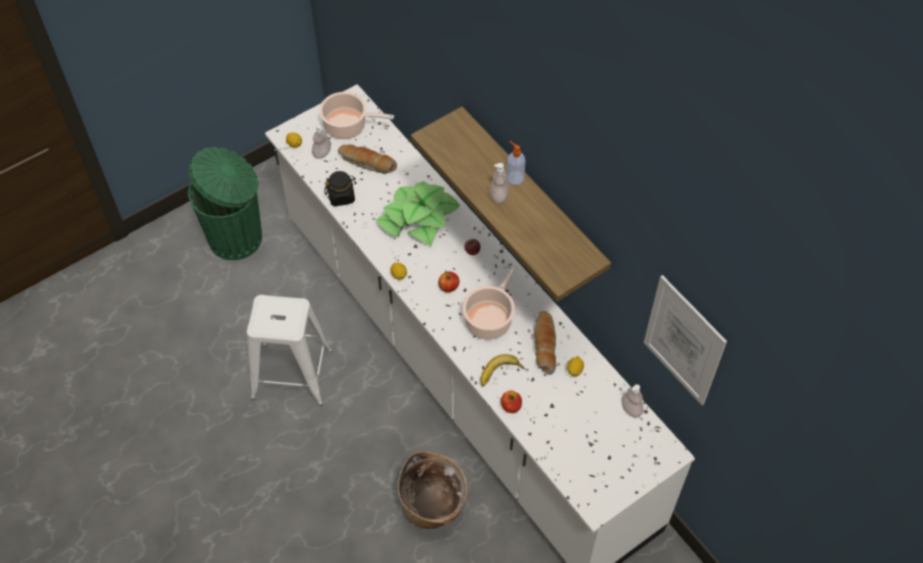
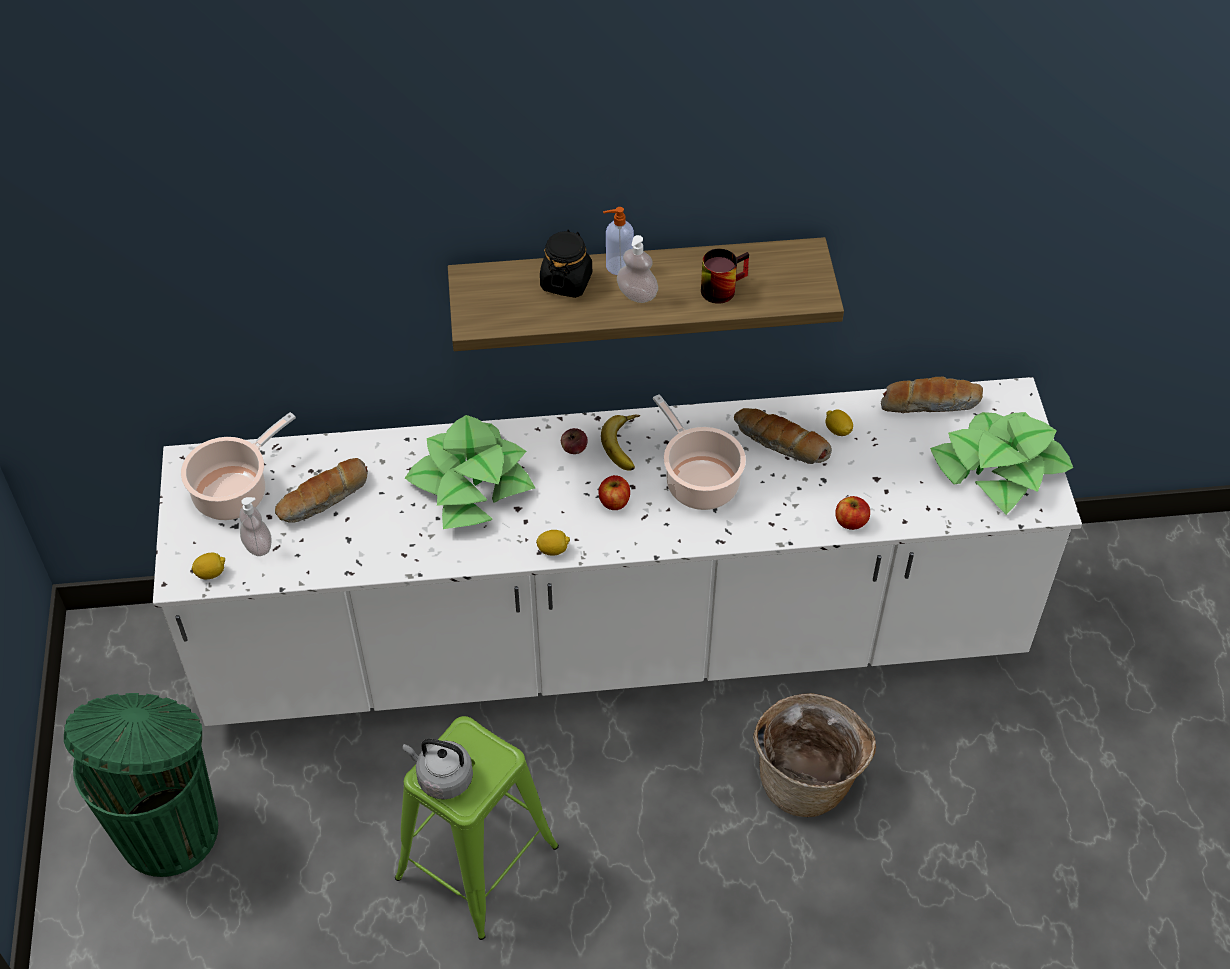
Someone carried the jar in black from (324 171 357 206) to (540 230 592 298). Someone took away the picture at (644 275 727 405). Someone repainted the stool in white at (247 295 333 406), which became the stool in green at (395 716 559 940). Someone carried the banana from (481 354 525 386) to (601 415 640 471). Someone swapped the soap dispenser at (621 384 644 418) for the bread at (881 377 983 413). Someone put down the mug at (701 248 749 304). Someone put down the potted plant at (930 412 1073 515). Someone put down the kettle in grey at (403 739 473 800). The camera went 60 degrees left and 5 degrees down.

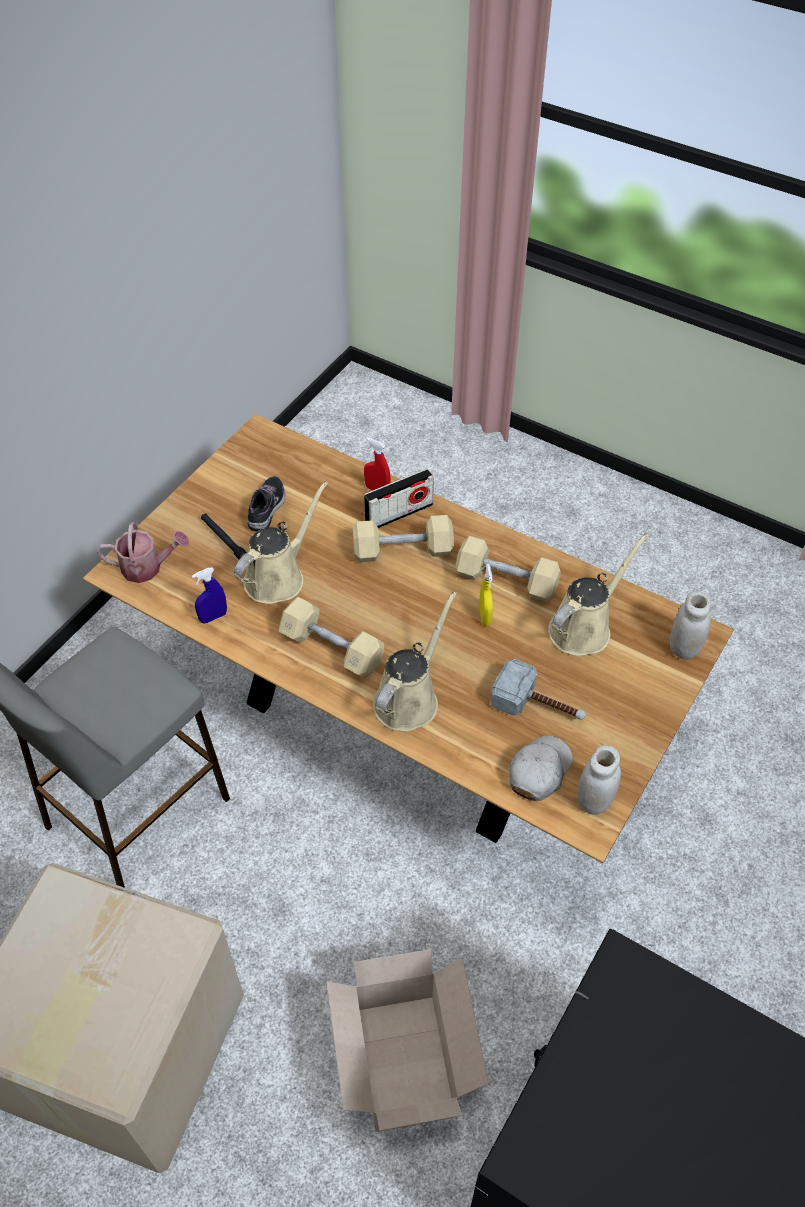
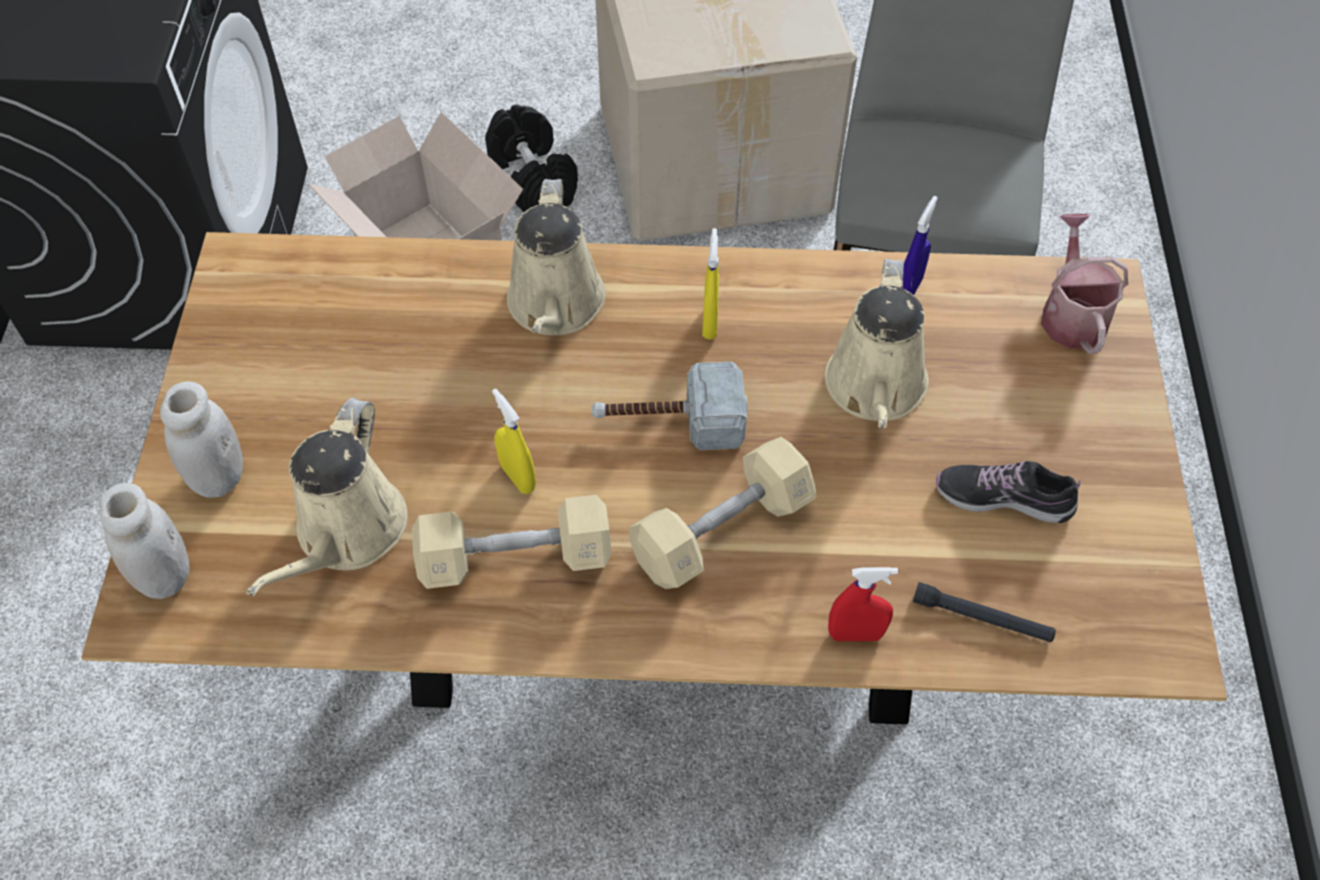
Someone took away the radio at (364 469 434 528). Someone rotated the shoe at (248 476 285 531) by 120 degrees clockwise. Someone carried the flashlight in black from (201 513 247 559) to (913 582 1056 642). Someone rotated the watering can at (96 522 189 583) by 120 degrees clockwise. Someone swapped the dumbbell in beige at (279 597 384 678) for the spray bottle in yellow at (702 228 719 340). Someone carried the hammer from (491 659 586 720) to (591 362 748 450). Someone took away the cap in white at (509 736 573 801). Someone carried the jar in white from (577 745 621 815) to (160 382 243 498). Someone put down the dumbbell in black at (485 104 578 212). The camera went 150 degrees right and 5 degrees up.

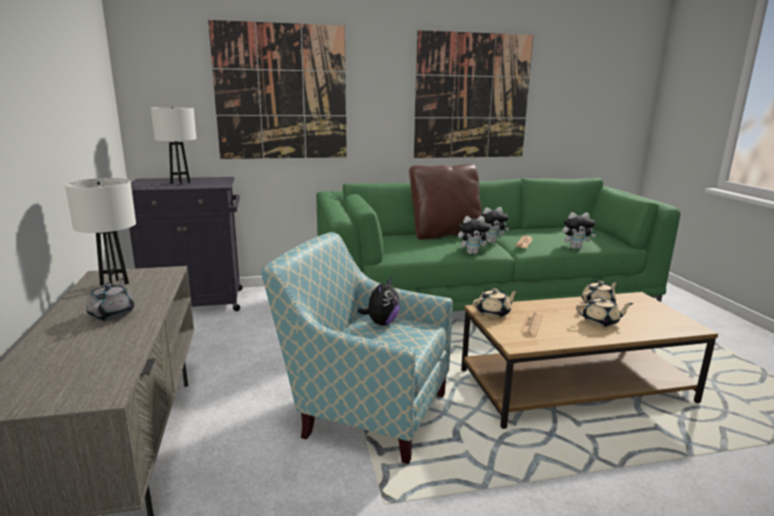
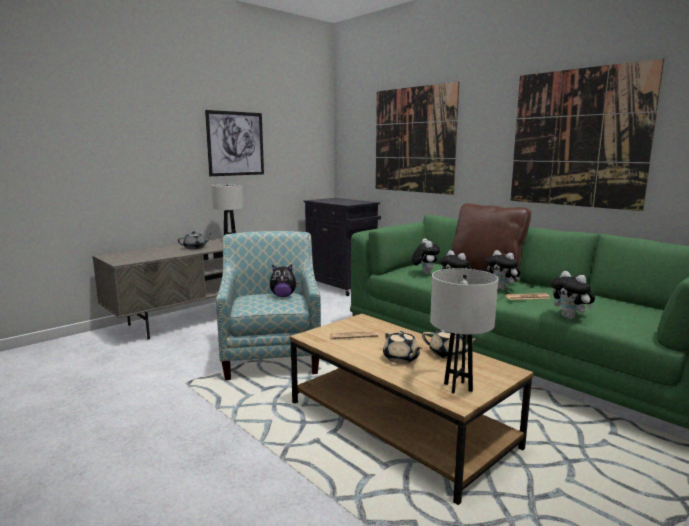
Someone carried the table lamp in white from (151 107 196 185) to (430 269 498 394). Someone took away the teapot in beige at (473 288 519 318). Someone put up the picture at (205 110 264 176). Someone put down the plush toy at (412 239 440 274). The camera went 60 degrees right and 5 degrees down.

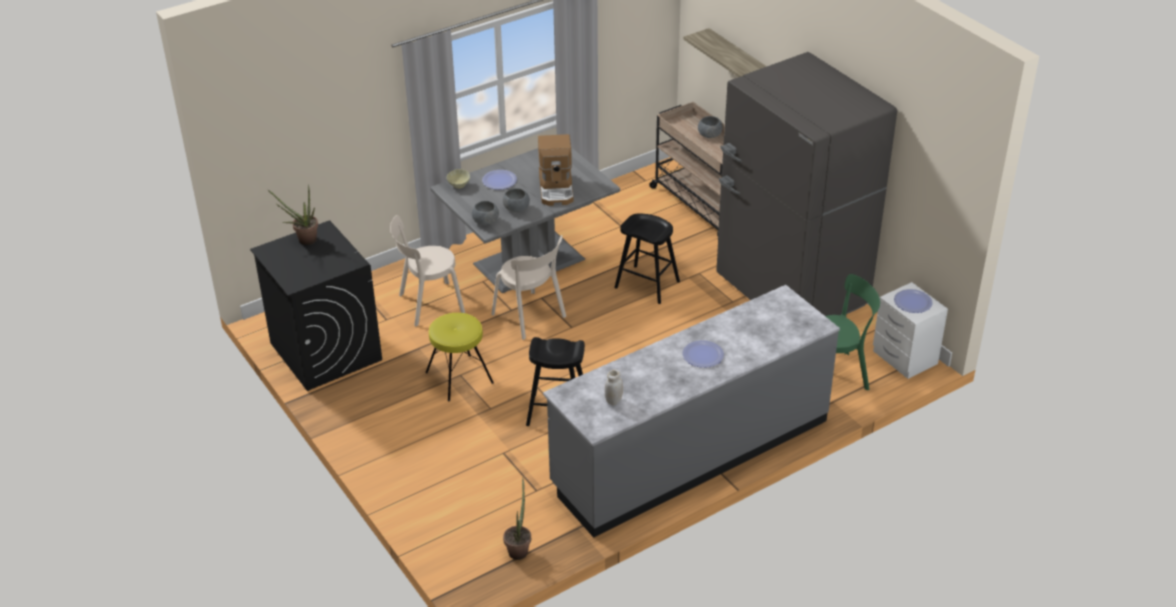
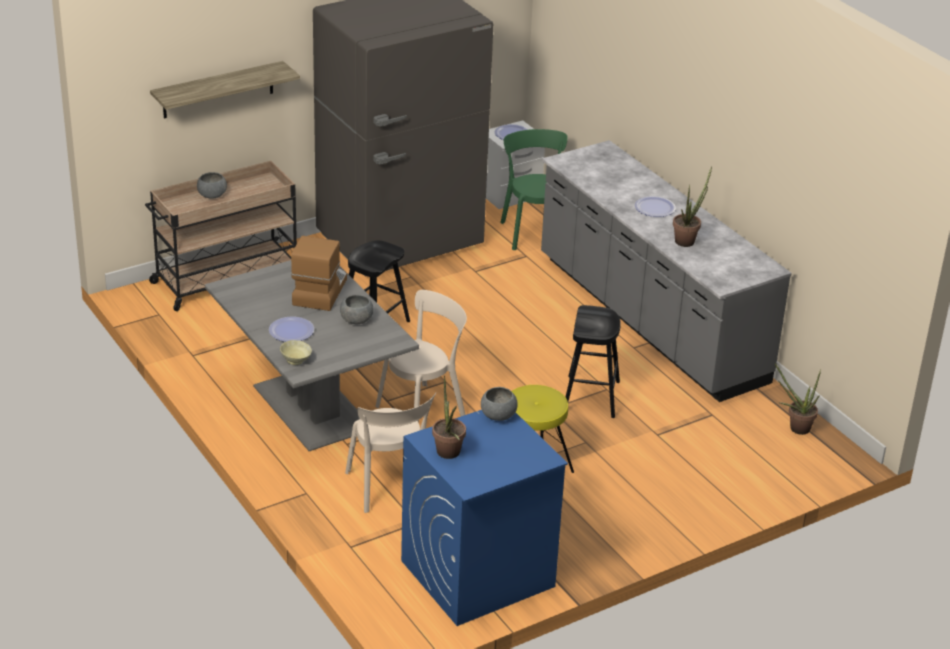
Someone rotated the coffee machine at (538 134 573 206) by 75 degrees counterclockwise. Someone carried the bowl in grey from (472 201 499 225) to (481 387 518 421). Someone repainted the washing machine in black at (250 220 382 391), which became the washing machine in blue at (401 410 568 626). Someone took away the jar in white at (605 369 623 405). Someone put down the potted plant at (673 166 712 247). The camera went 90 degrees left and 5 degrees down.

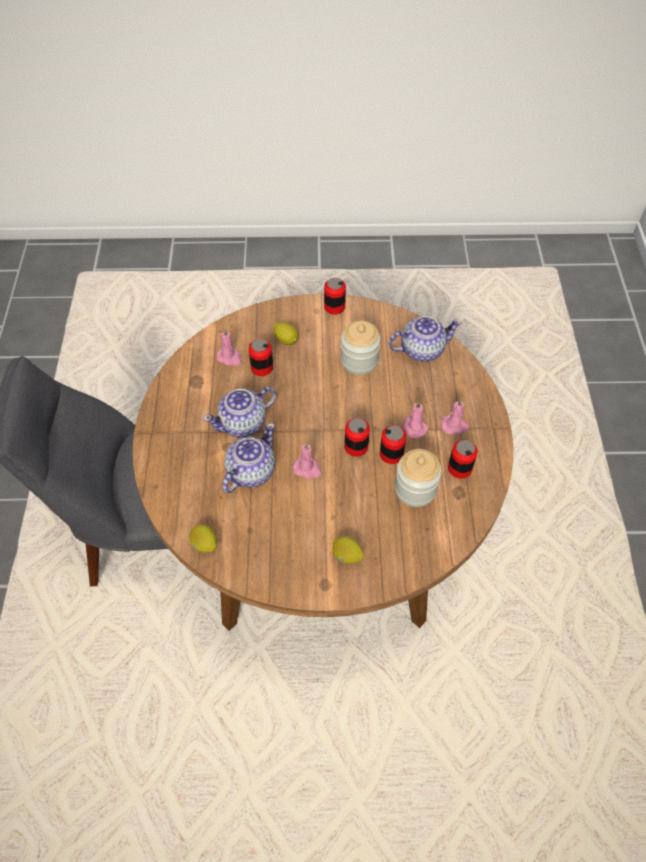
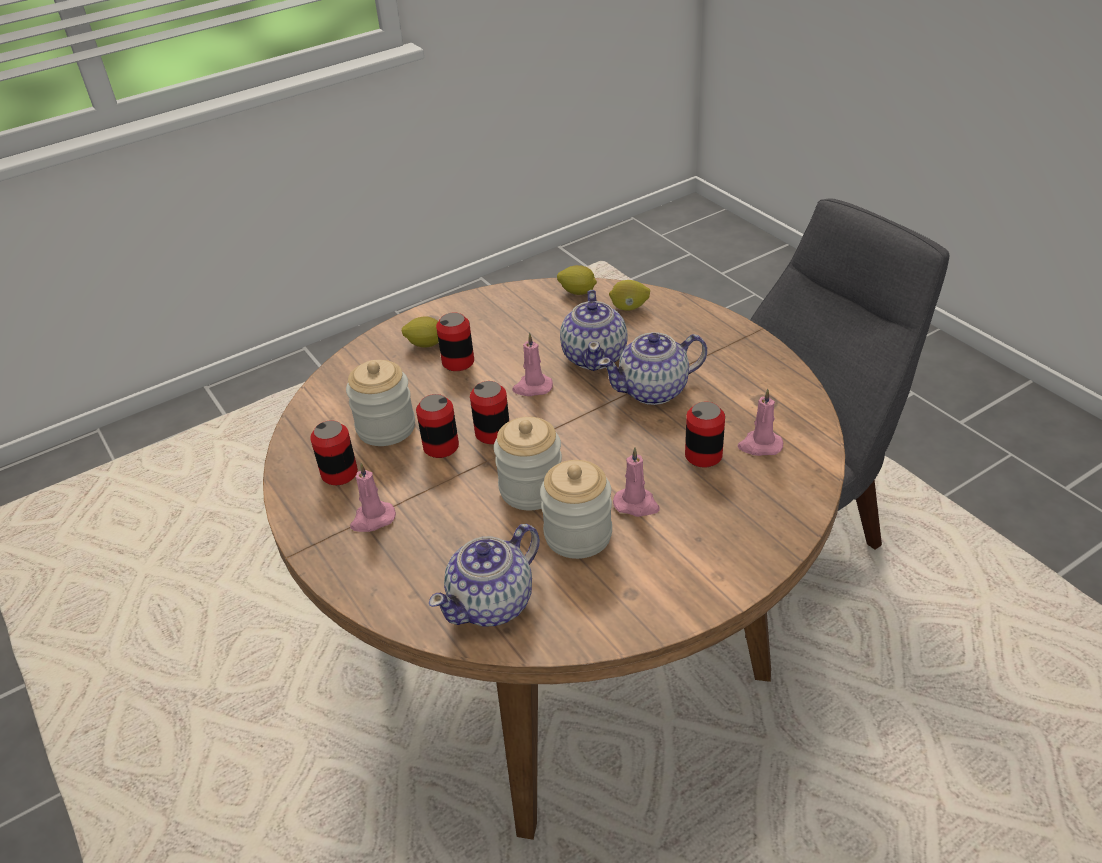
Someone carried the can from (324 278 346 315) to (436 313 474 371). Someone carried the lemon from (273 322 298 345) to (609 280 650 311). Someone rotated the teapot at (203 387 276 438) by 135 degrees counterclockwise. Someone carried the candle in pink from (402 401 428 439) to (613 447 660 517). Someone put down the jar at (494 417 562 510). The camera went 150 degrees right and 15 degrees down.

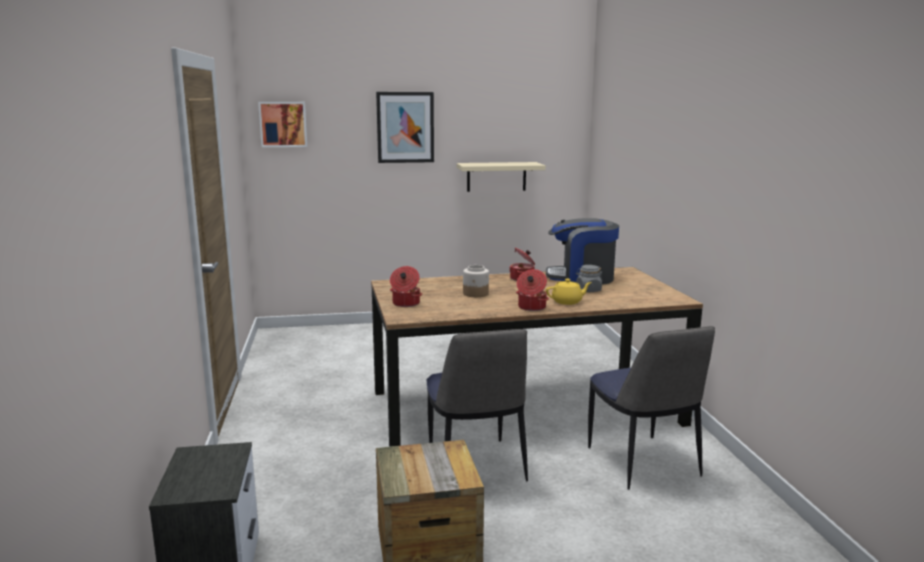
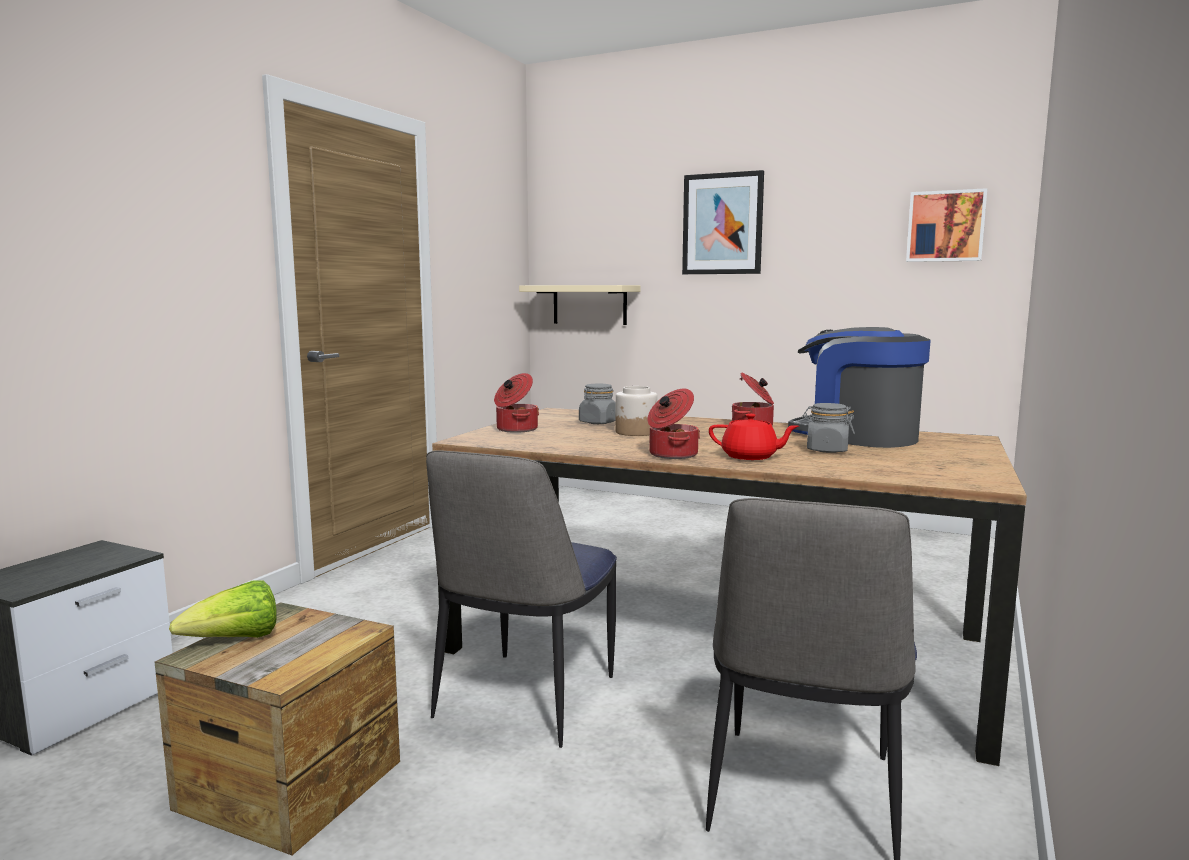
Someone carried the picture from (258 102 307 147) to (906 188 987 262). Someone carried the shelf in beige from (457 162 546 192) to (519 285 641 325). Someone repainted the teapot in yellow at (546 279 592 305), which became the teapot in red at (709 414 799 460). Someone put down the jar in grey at (579 384 616 424). Someone put down the lettuce at (169 580 277 638). The camera went 35 degrees right and 5 degrees down.

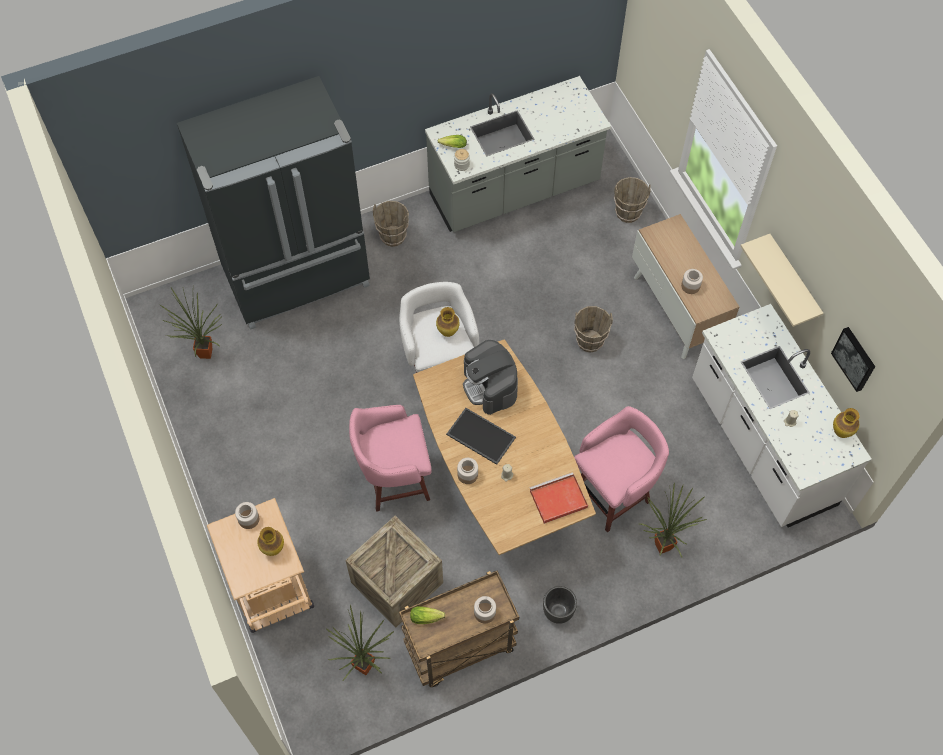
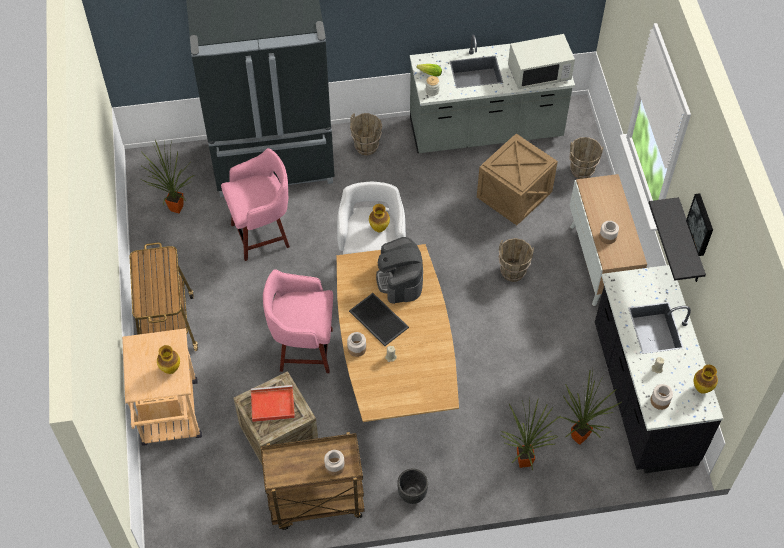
Someone repainted the shelf in beige at (740 234 823 327), which became the shelf in black at (649 197 706 282). Someone repainted the counter in white at (692 304 872 527), which became the counter in black at (595 265 723 473). Someone carried the picture from (831 327 875 392) to (686 193 713 256). Someone carried the stool in pink from (574 406 669 532) to (221 148 290 261). Someone carried the tray in red from (530 472 588 524) to (251 385 295 422). Someone carried the jar from (235 502 259 529) to (650 384 673 410). Someone carried the potted plant from (325 605 394 681) to (556 369 621 445). Someone took away the lettuce at (410 606 445 624). Someone put down the microwave in white at (508 34 575 90). Someone put down the crate at (477 134 558 225). Someone put down the cart at (129 242 198 351). The camera went 15 degrees right and 5 degrees down.

